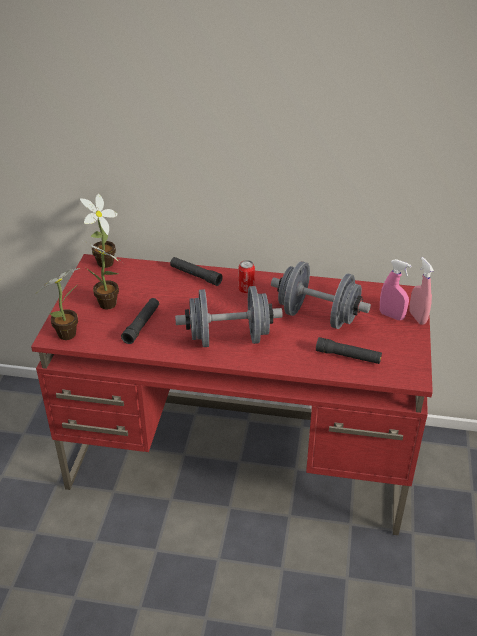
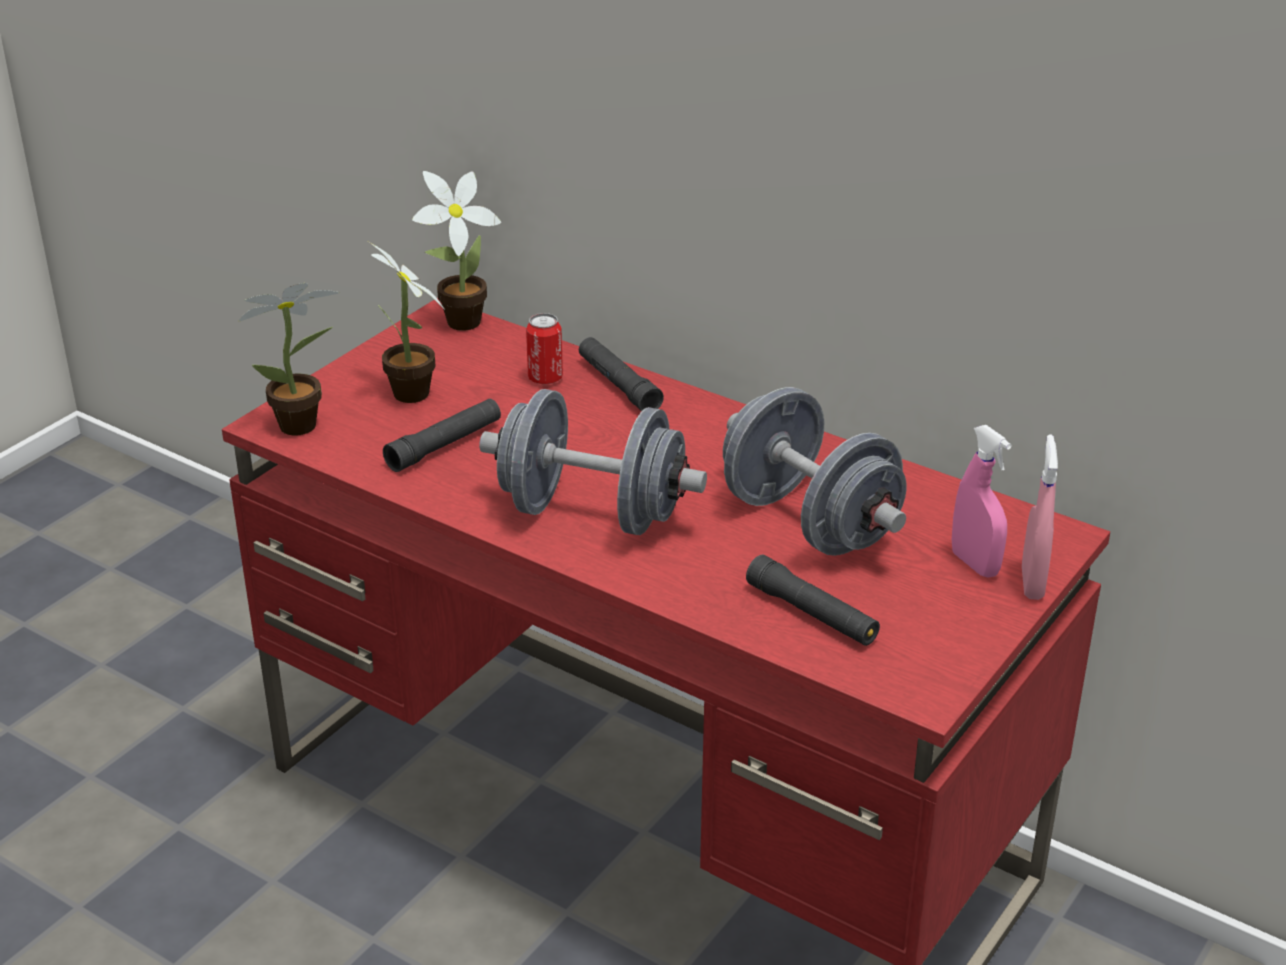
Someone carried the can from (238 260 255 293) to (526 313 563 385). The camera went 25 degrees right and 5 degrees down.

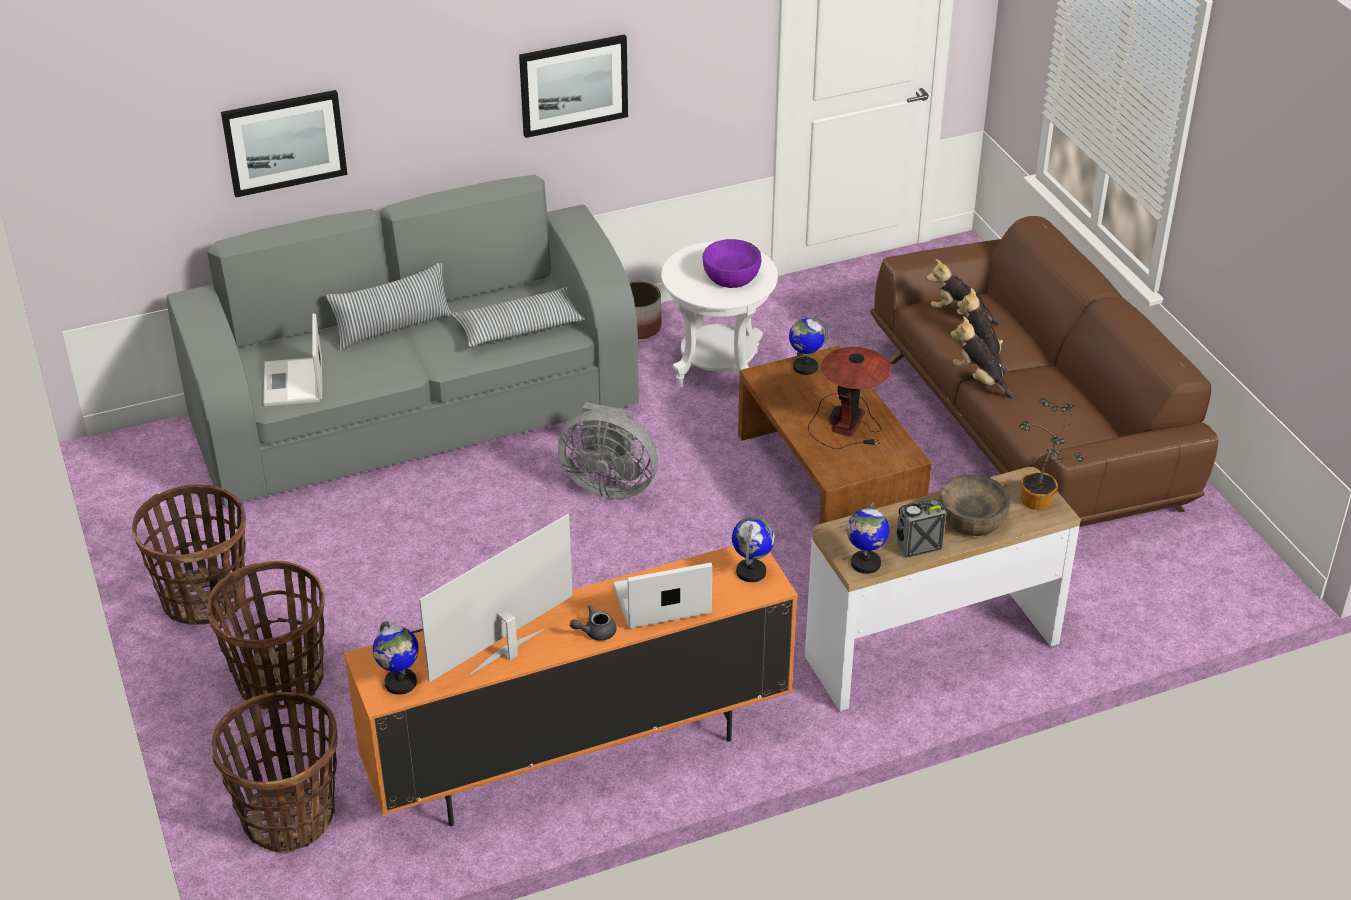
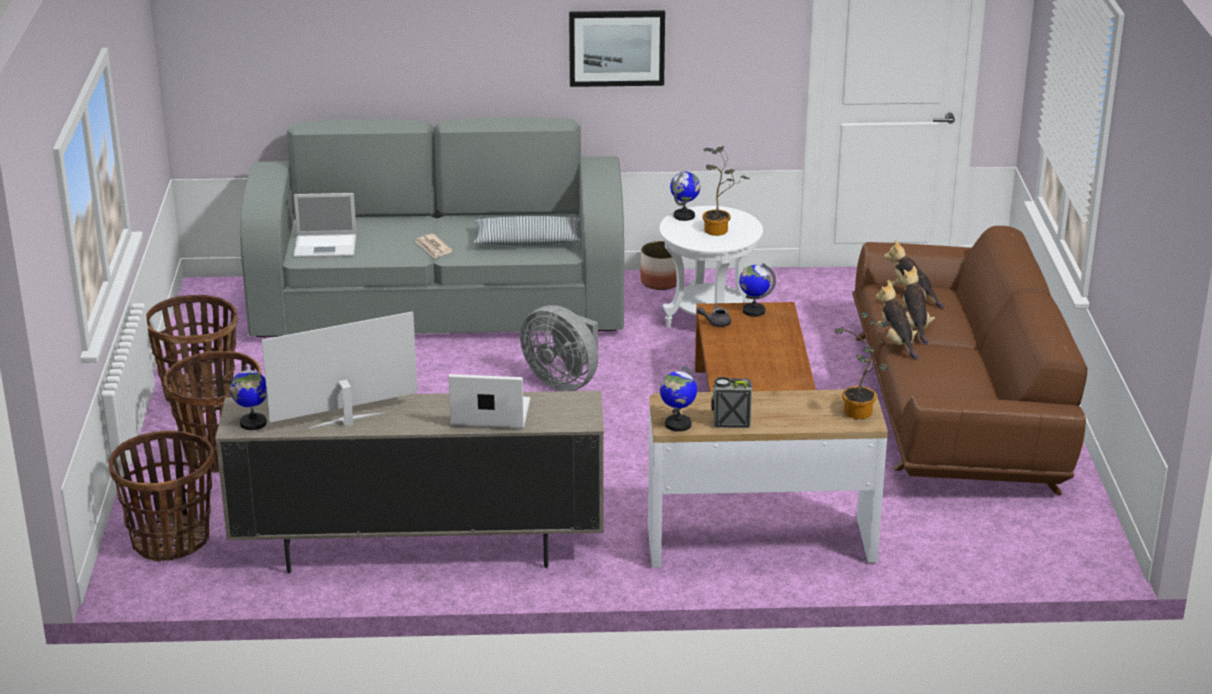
Someone took away the picture at (221 90 348 197). Someone swapped the bowl in purple at (703 239 761 288) for the potted plant at (703 146 750 236). Someone took away the pillow at (326 263 452 351). Someone rotated the laptop at (263 314 322 407) by 105 degrees counterclockwise. Someone took away the table lamp at (808 347 891 449). Someone took away the bowl in brown at (940 475 1011 536). Someone carried the globe from (732 517 775 582) to (670 172 701 221). Someone repainted the tv stand in orange at (344 546 798 827), which became the tv stand in beige at (215 391 604 574). Someone carried the teapot in grey from (570 605 617 641) to (697 304 731 327). Someone put down the newspaper at (414 234 453 258). The camera went 20 degrees right and 10 degrees down.

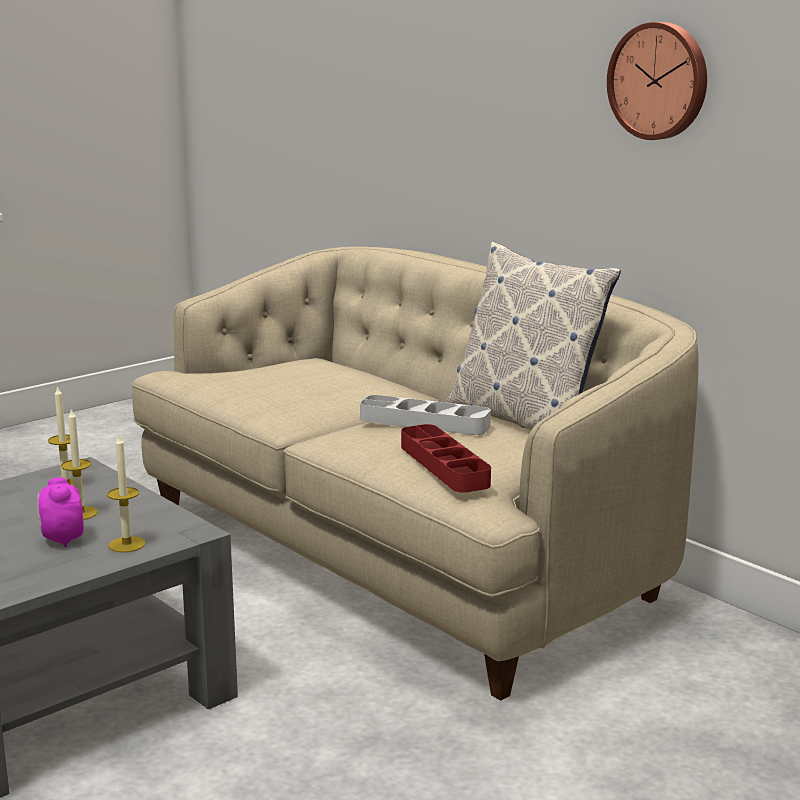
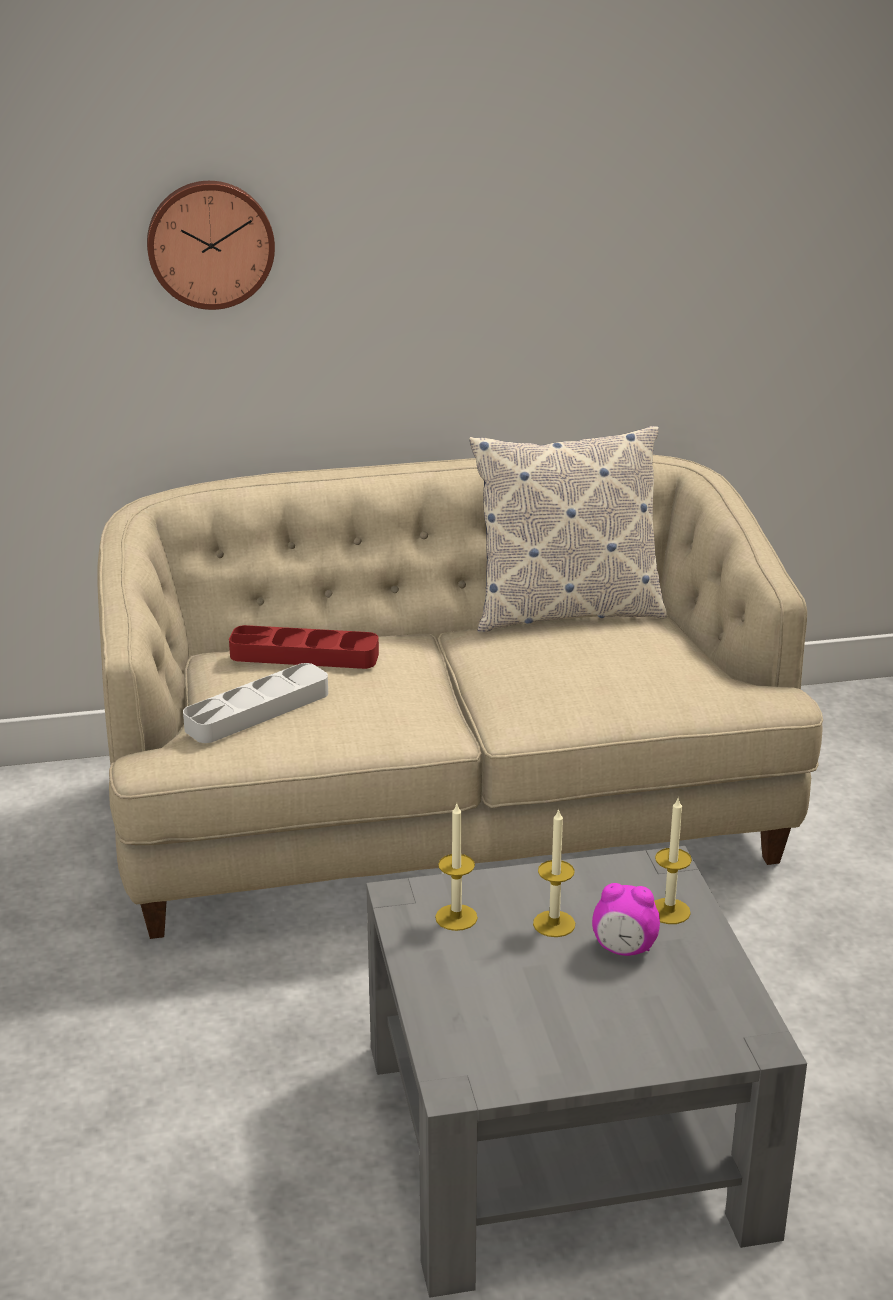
Someone carried the wall clock from (607 22 707 140) to (147 181 275 310). Someone carried the tray in grey from (360 395 491 435) to (183 663 328 743). Someone carried the tray in red from (401 424 491 493) to (229 625 379 669). The camera went 60 degrees left and 10 degrees up.

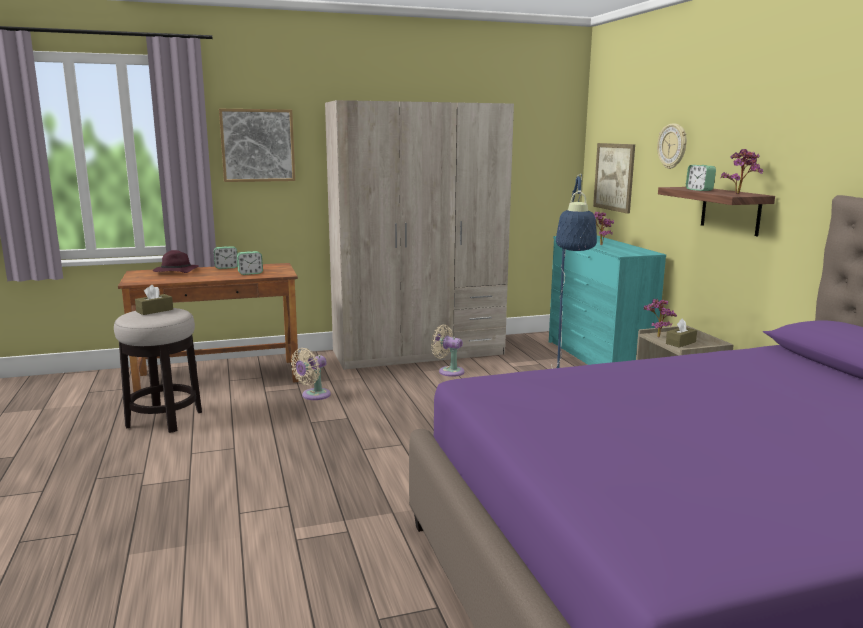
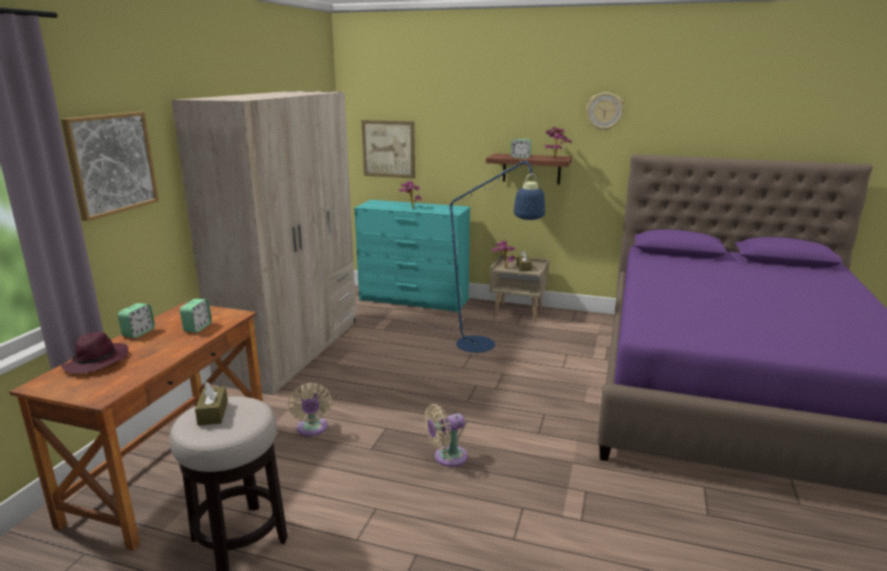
Someone carried the wall clock from (657 123 687 169) to (586 92 624 131). Someone carried the fan in beige from (431 324 465 377) to (424 404 468 467). The camera went 55 degrees left and 5 degrees up.

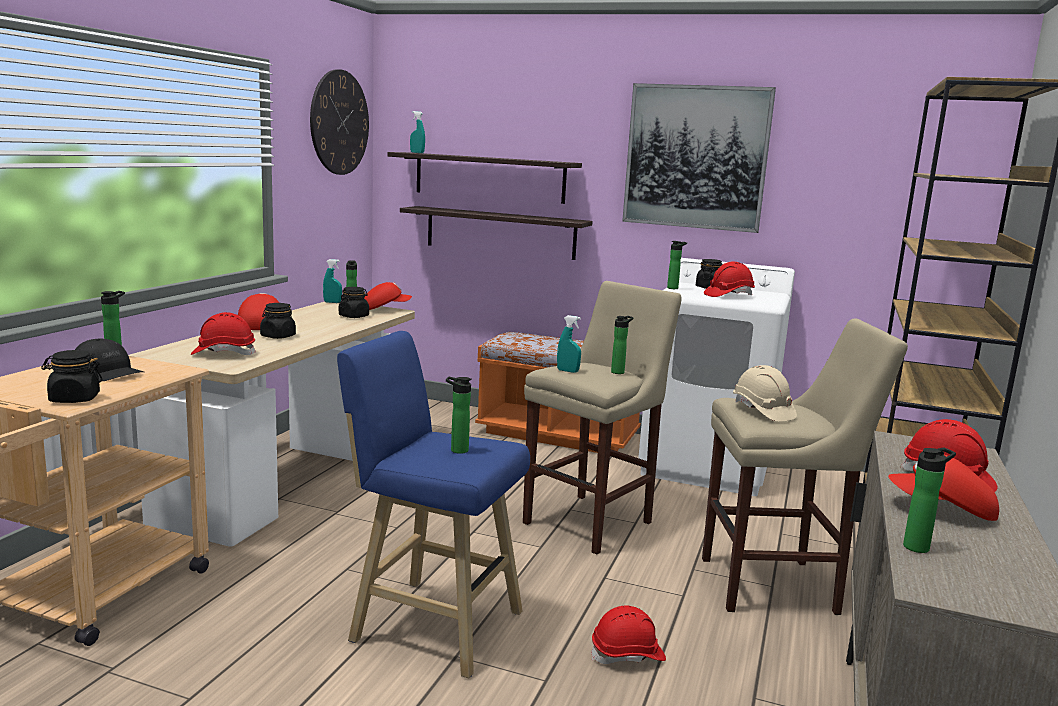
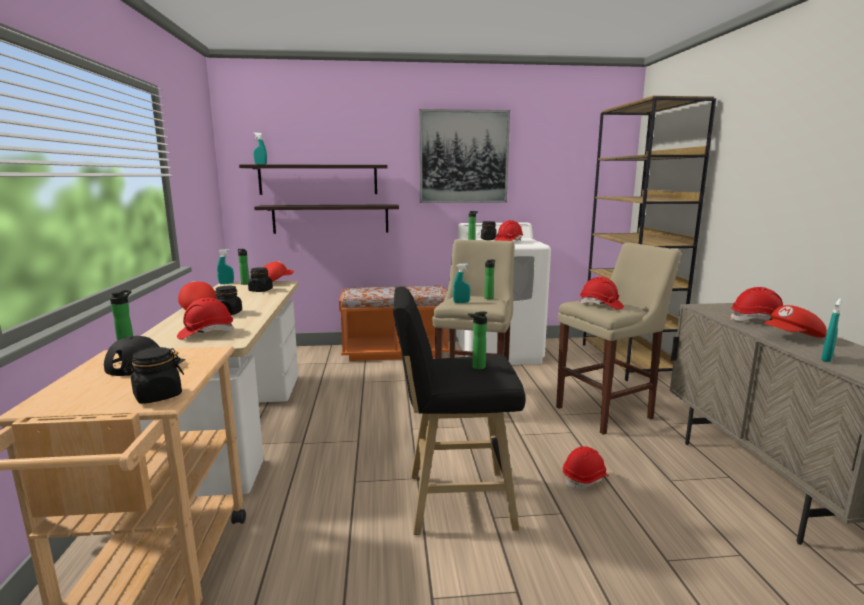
Someone took away the wall clock at (310 69 369 175). Someone repainted the stool in blue at (337 331 530 679), which became the stool in black at (393 287 525 535). Someone repainted the hard hat in beige at (733 365 797 422), which became the hard hat in red at (580 277 624 310). Someone swapped the bottle at (903 447 956 553) for the spray bottle in turquoise at (821 298 841 362). The camera went 25 degrees left and 0 degrees up.

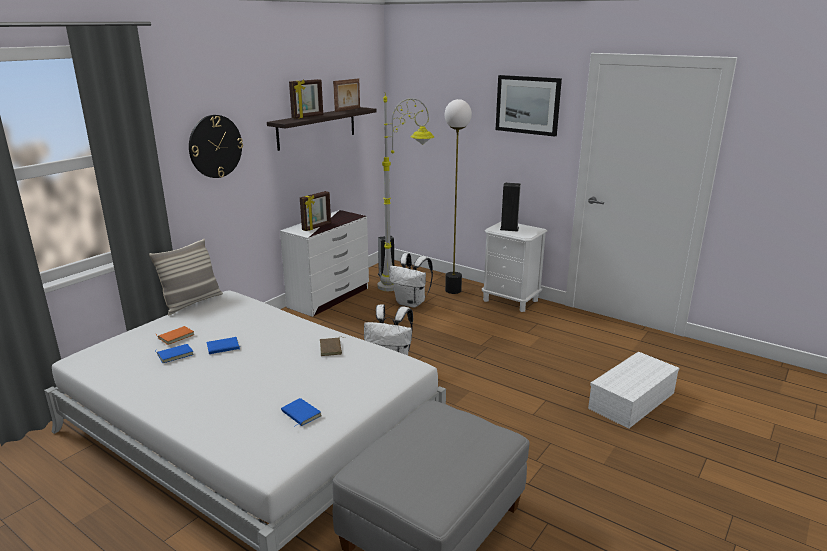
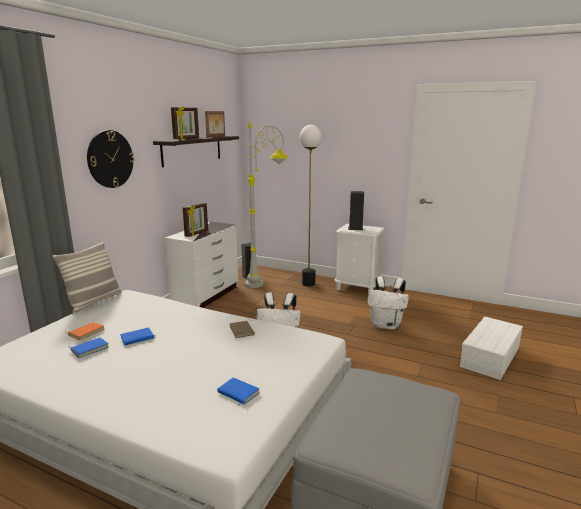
Someone took away the picture at (496 75 562 137). Someone carried the backpack in white from (389 253 433 308) to (367 276 409 330). The camera went 10 degrees left and 5 degrees down.

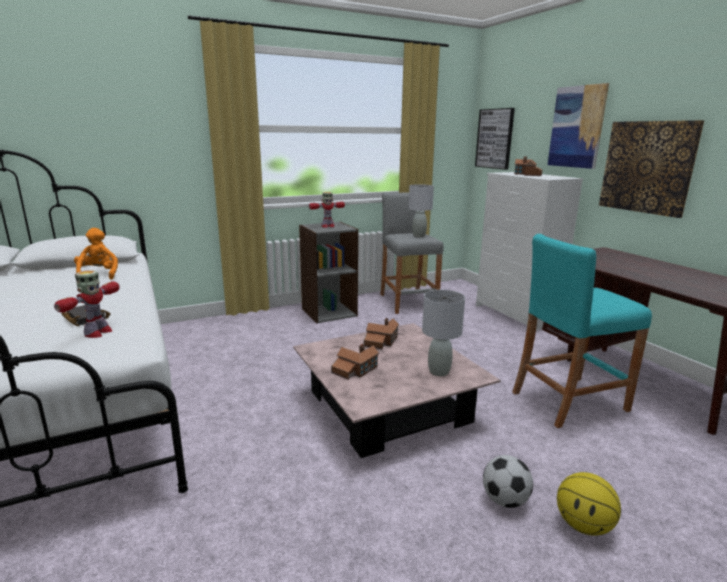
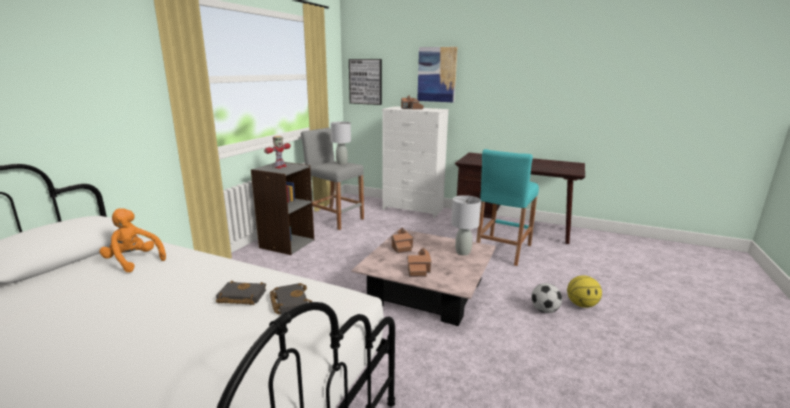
Someone took away the picture at (599 120 704 218). Someone swapped the toy robot at (54 270 120 338) for the book in black at (270 283 312 314). The camera went 40 degrees left and 0 degrees up.

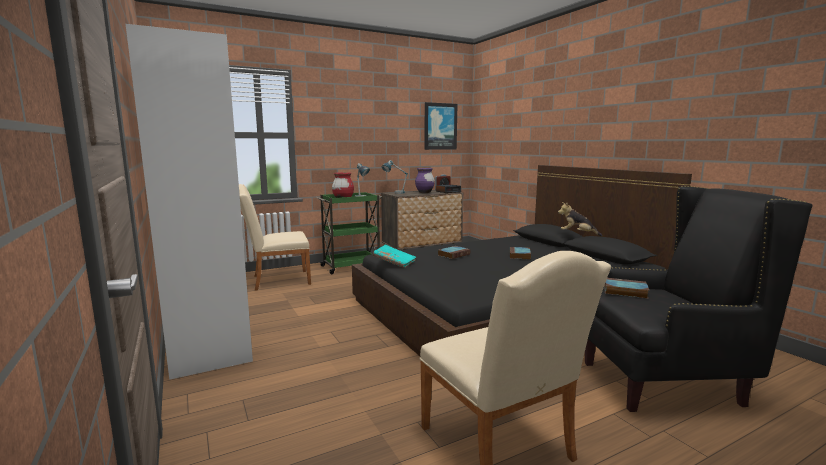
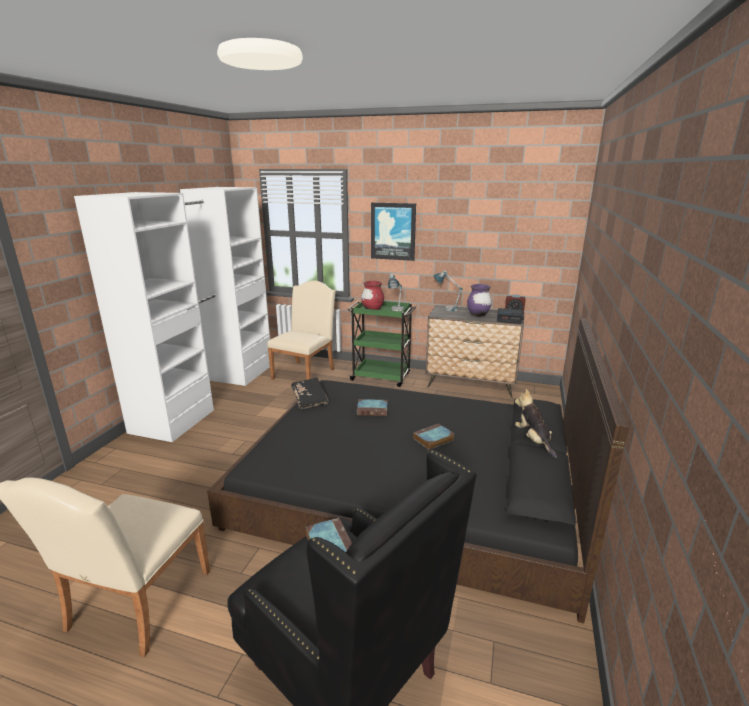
Someone carried the picture from (424 102 457 150) to (371 202 416 261). Someone rotated the chair in beige at (239 184 311 291) by 90 degrees clockwise. Someone repainted the book in turquoise at (373 244 416 268), which became the book in black at (291 378 329 409). The camera went 45 degrees right and 10 degrees up.

